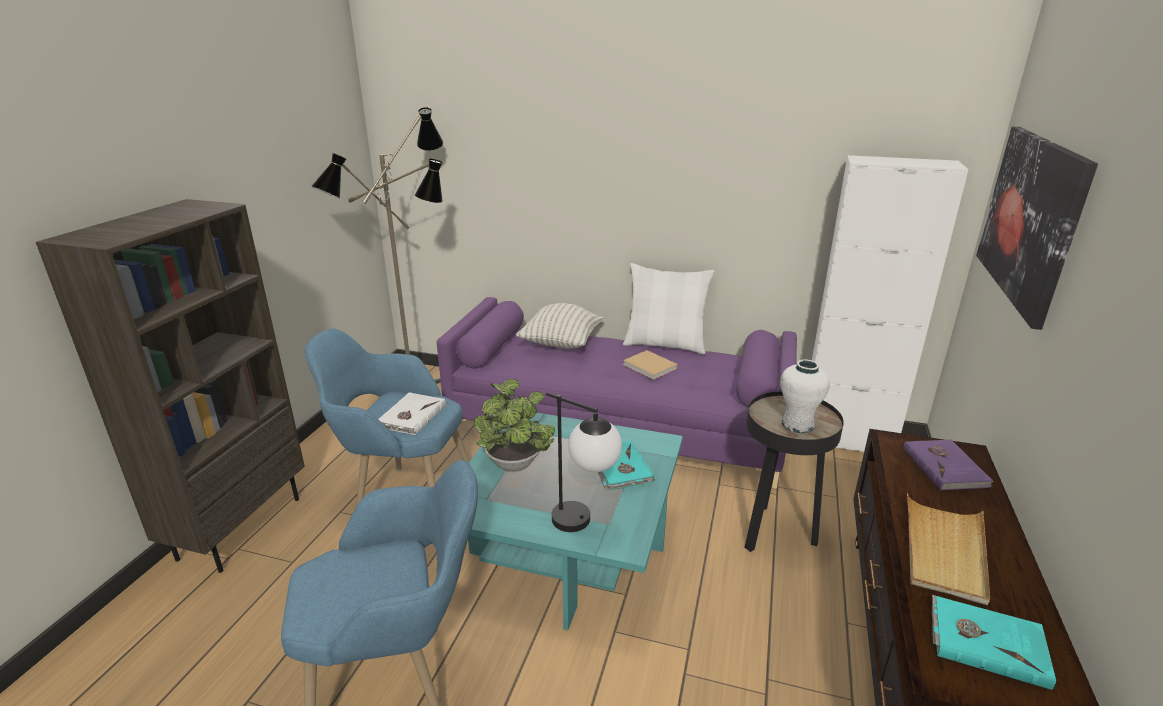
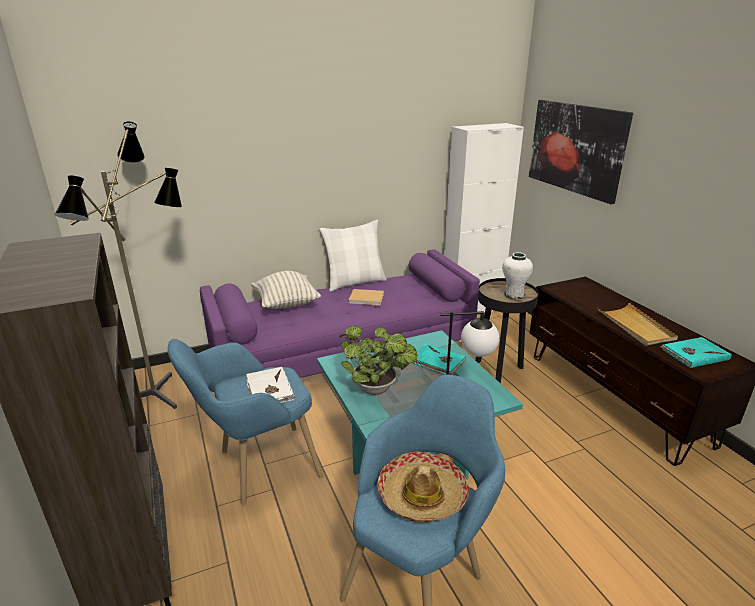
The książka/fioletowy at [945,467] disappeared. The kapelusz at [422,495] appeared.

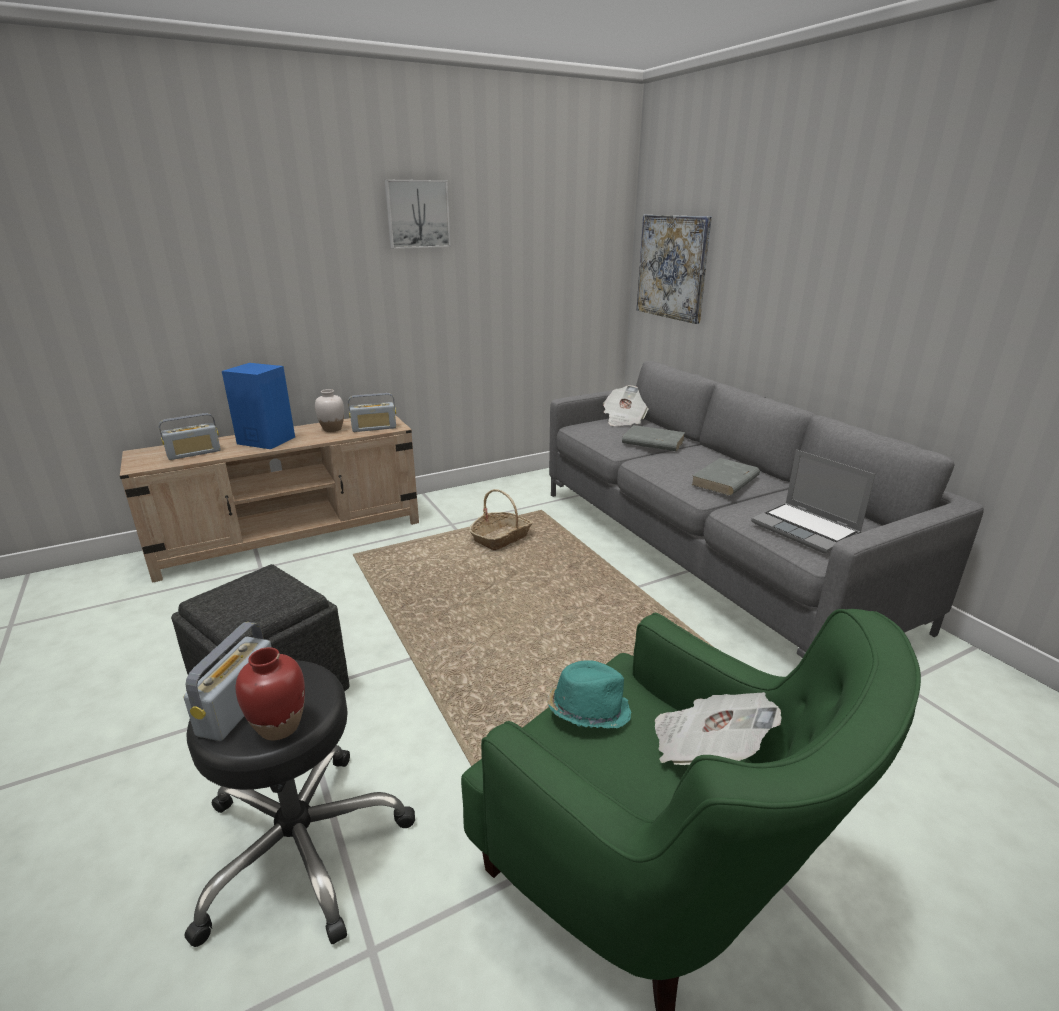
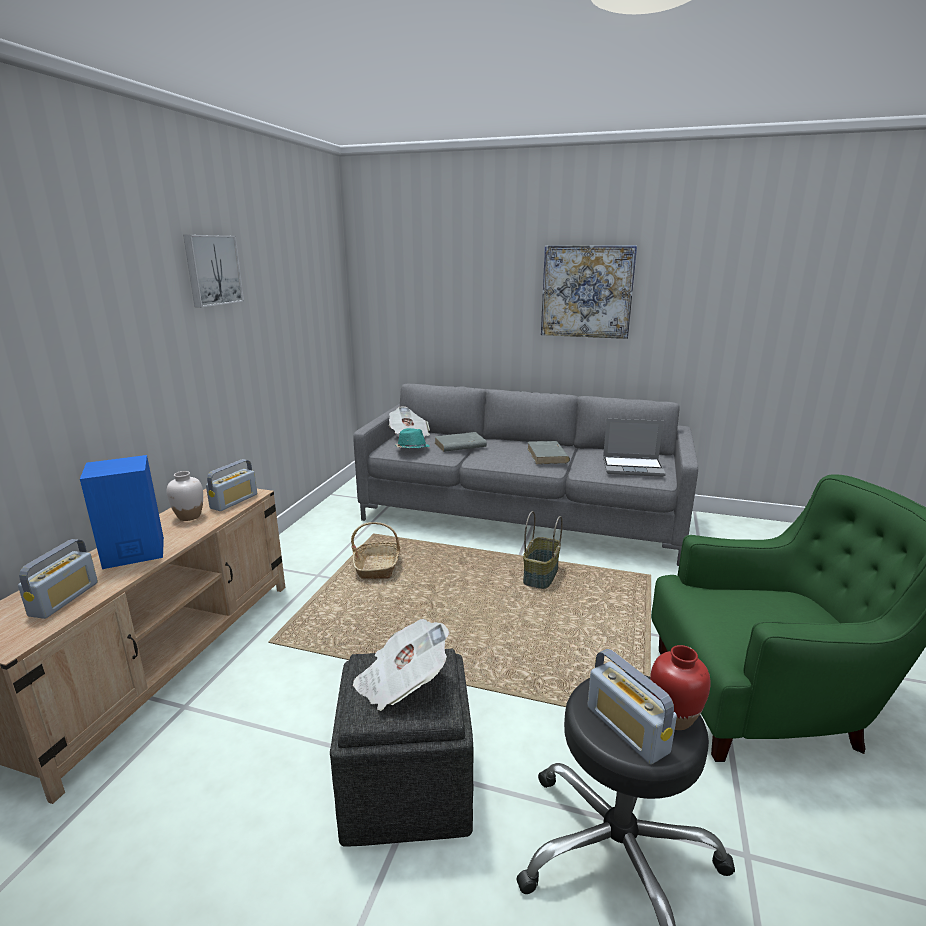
The obraz moved from [673,267] to [587,292]. The kapelusz/turkusowy moved from [588,710] to [412,449]. The gazeta moved from [706,748] to [401,683]. The koszyk at [541,576] appeared.

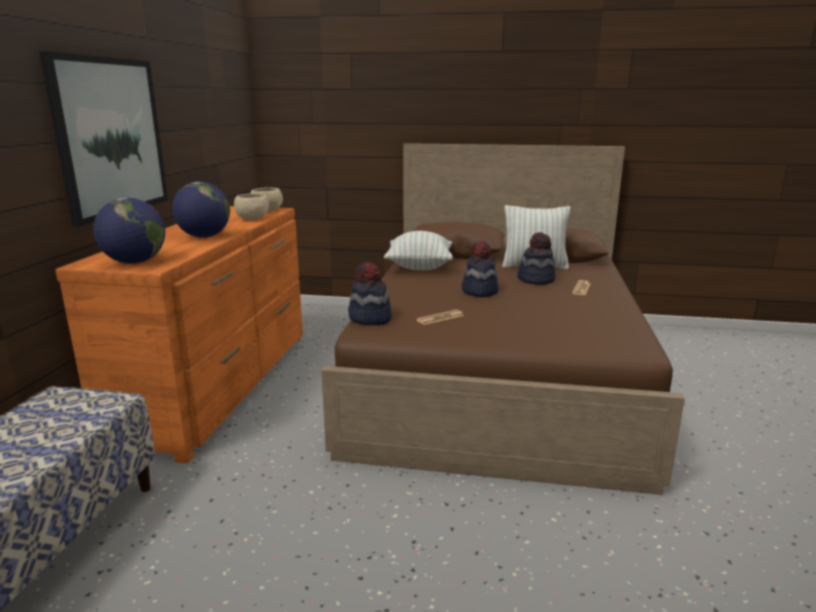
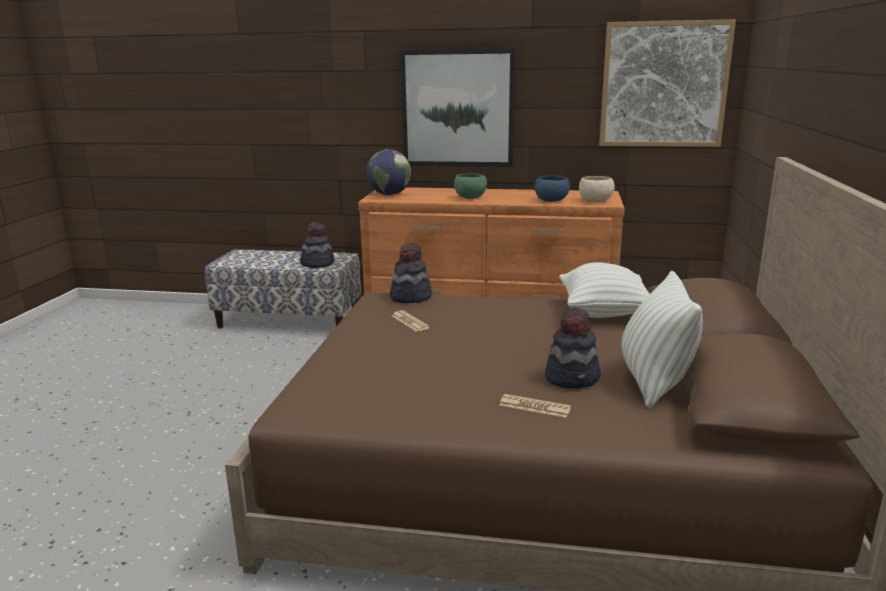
The globus at [204,236] was replaced by the miska/zielony at [470,198]. The miska/beżowy at [252,219] became the miska/niebieski at [551,201]. The kapelusz moved from [479,291] to [317,263]. The obraz at [664,85] appeared.

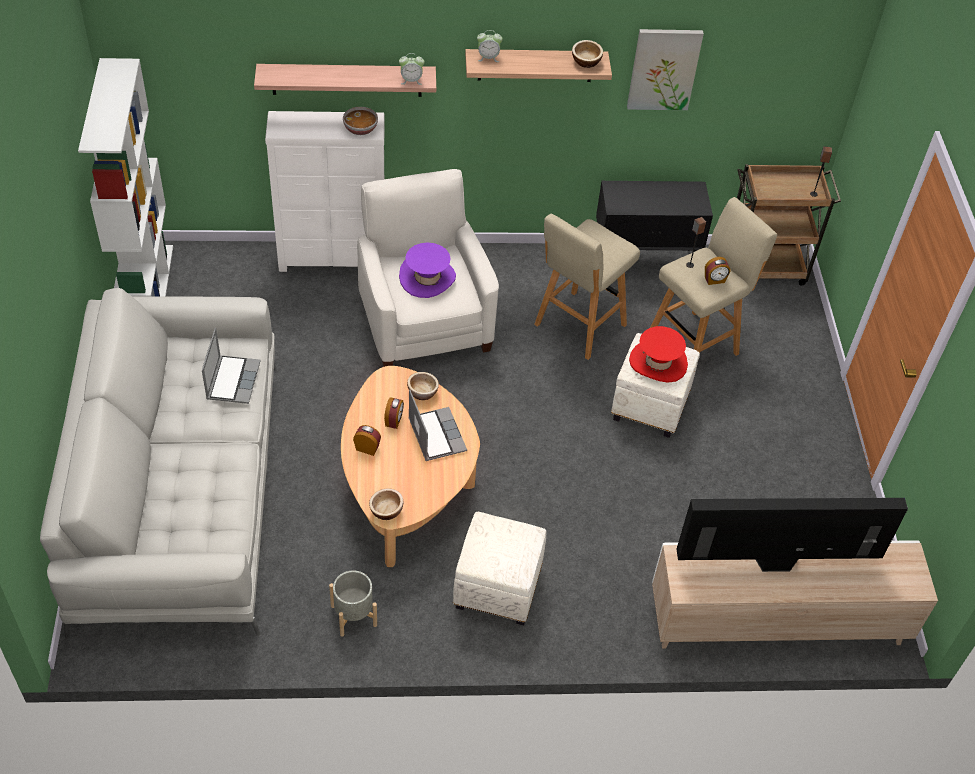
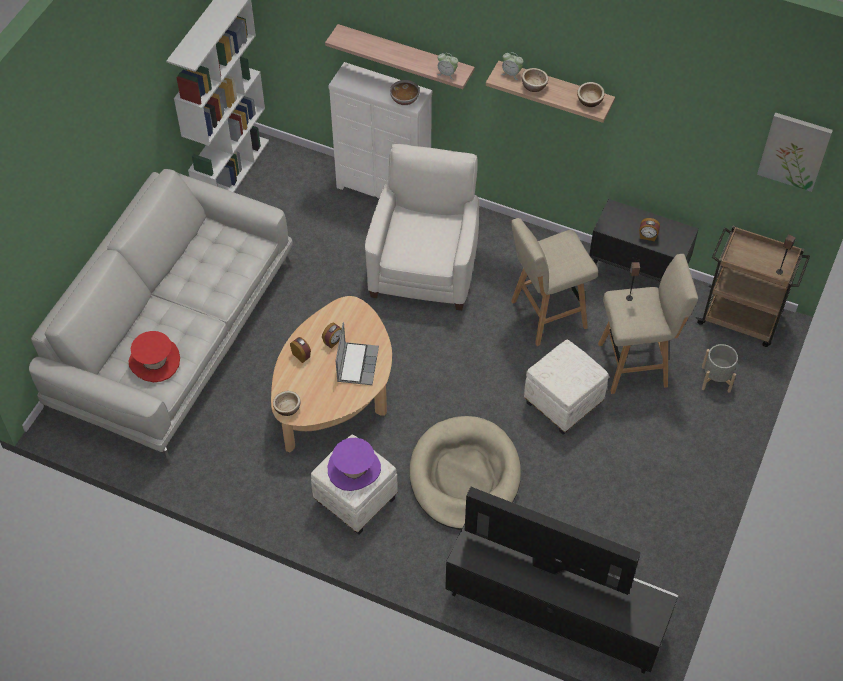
The obraz moved from [663,69] to [794,151]. The kapelusz/fioletowy moved from [427,278] to [354,469]. The budzik moved from [714,280] to [647,236]. The kapelusz/czerwony moved from [658,362] to [154,361]. The laptop at [232,380] disappeared. The miska moved from [422,392] to [534,86]. The szafka pod telewizor/beżowy at [776,621] became the szafka pod telewizor/czarny at [555,613]. The donica/szary moved from [353,615] to [716,379]. The legowisko/beżowy at [465,476] appeared.

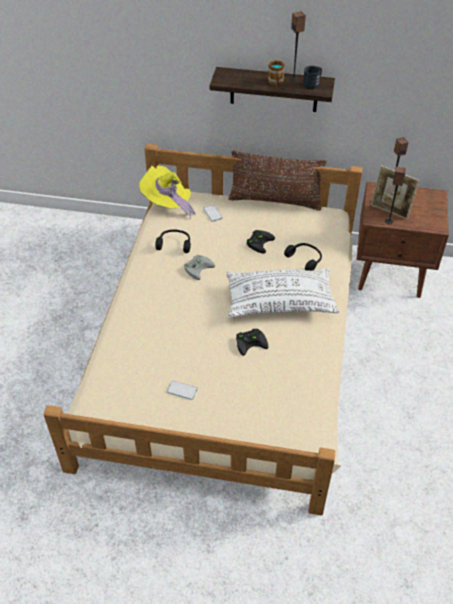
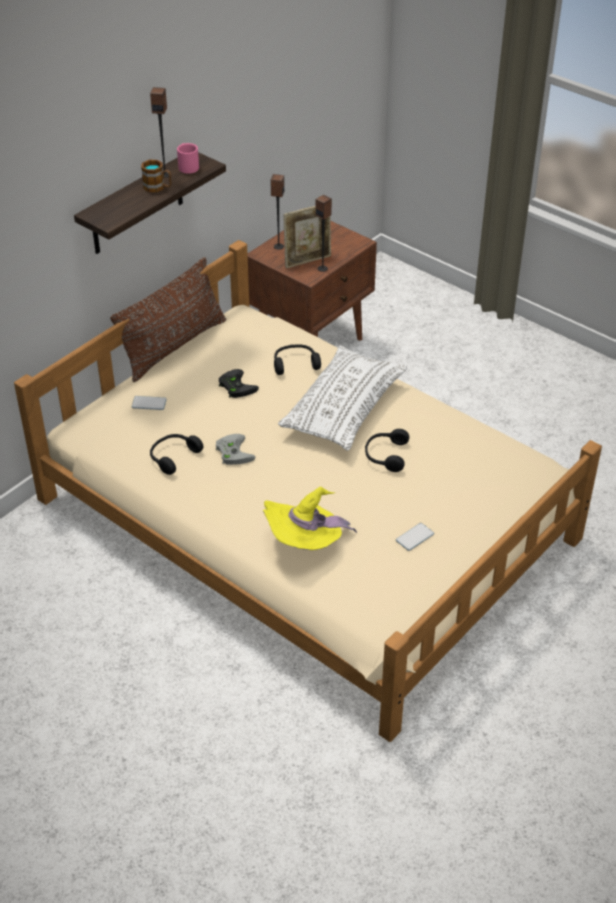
The kubek/czarny at [313,83] became the kubek/różowy at [187,165]. The kapelusz/żółty moved from [167,204] to [305,543]. The pad do gier/czarny at [251,342] was replaced by the słuchawki/czarny at [385,455].

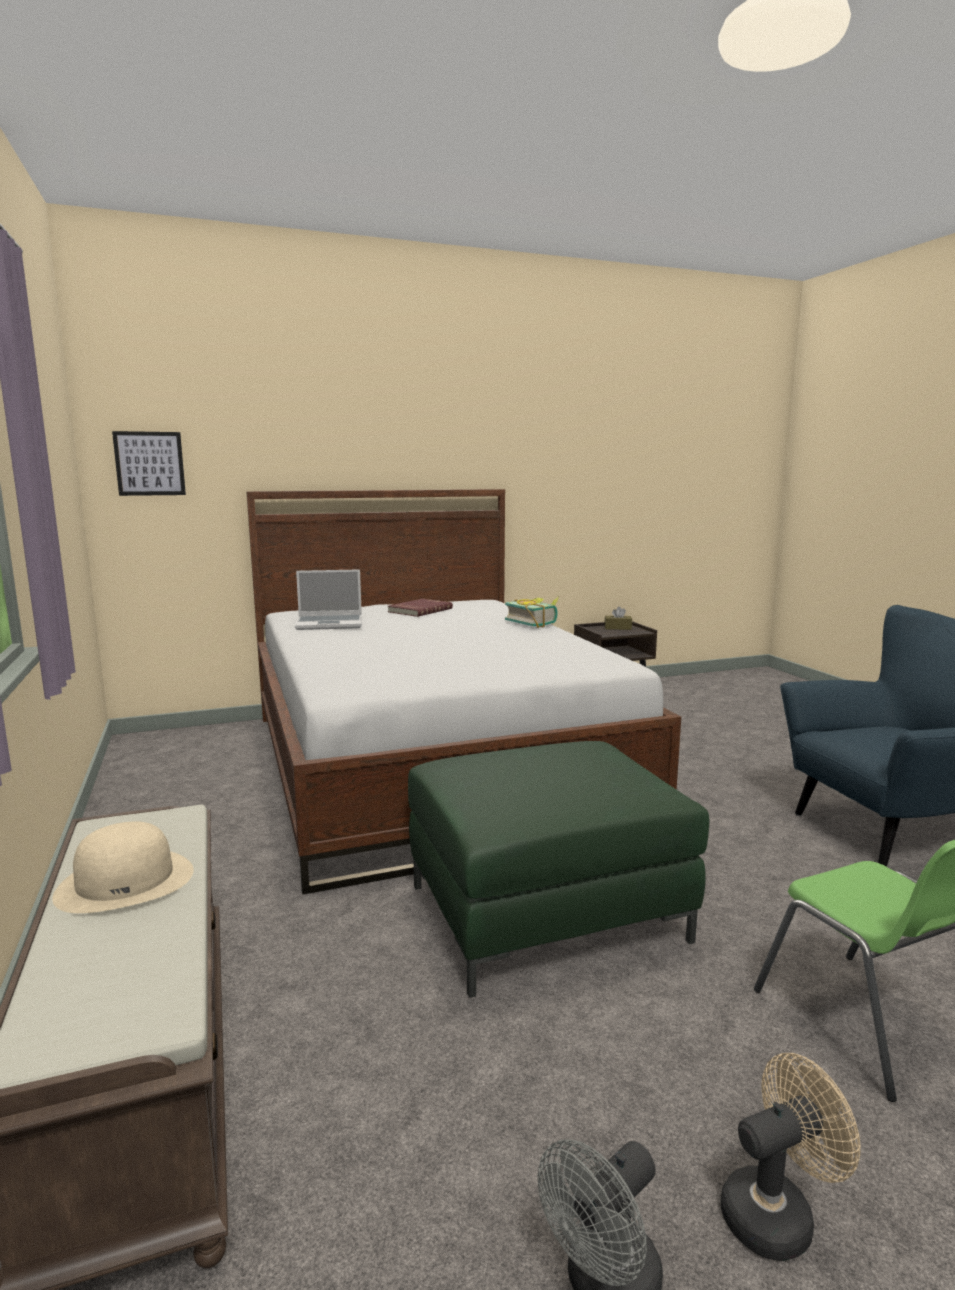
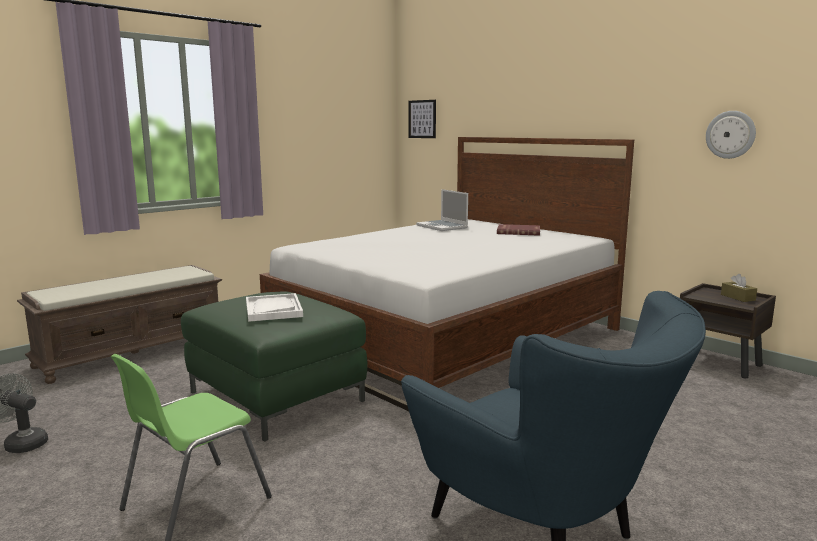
The książka at [534,623] disappeared. The kapelusz/beżowy at [126,882] disappeared. The wentylator/beżowy at [777,1212] disappeared. The zegar ścienny at [730,134] appeared. The taca/biały at [273,309] appeared.

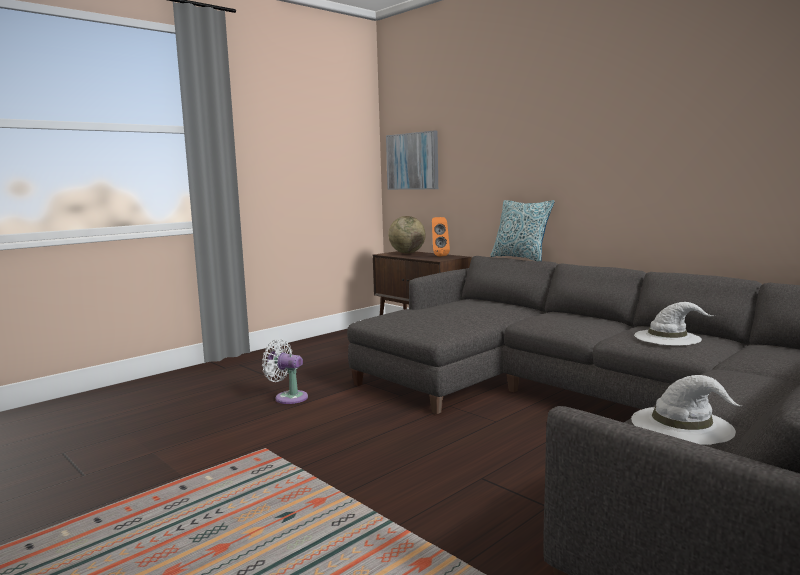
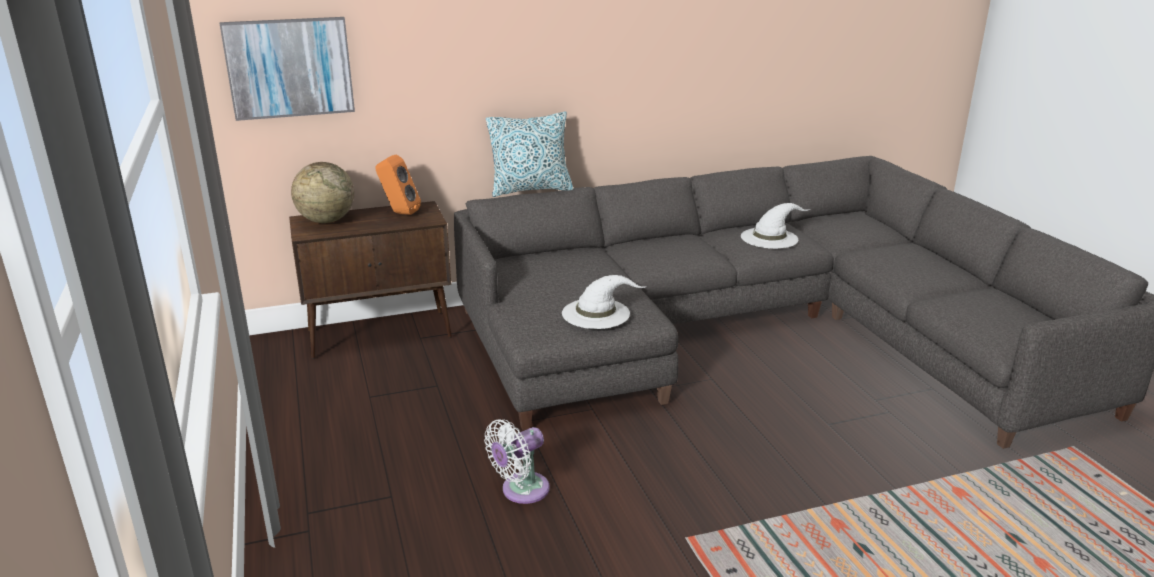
The kapelusz/biały moved from [683,425] to [597,313].

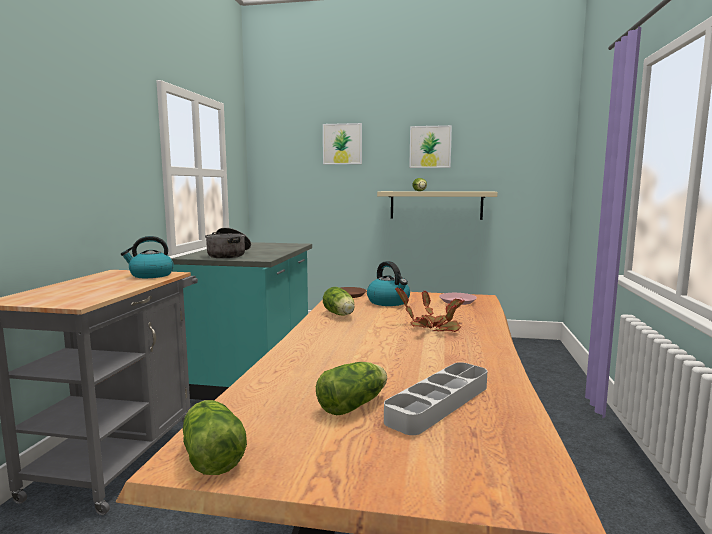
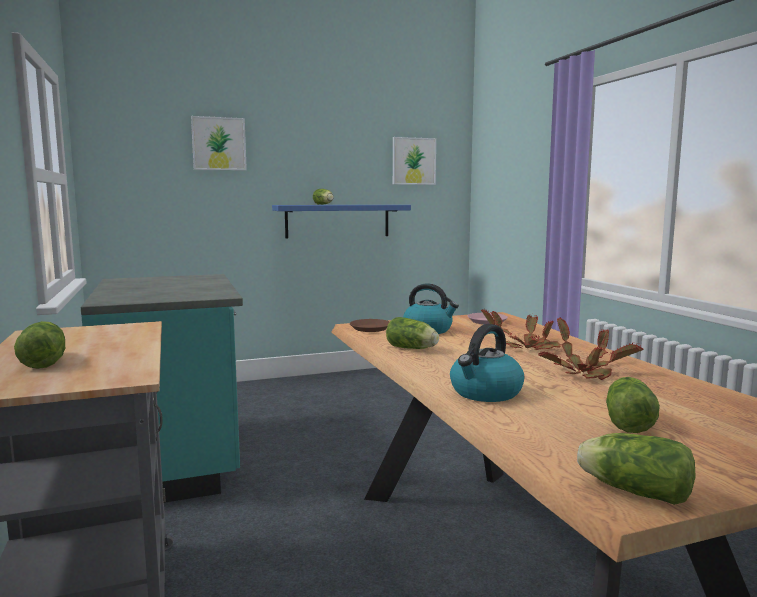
The obraz moved from [430,147] to [413,161]. The półka/beżowy at [436,205] became the półka/niebieski at [338,221]. The garnek at [229,254] disappeared. The czajnik moved from [151,275] to [485,393]. The taca/szary at [439,403] disappeared. The roślina doniczkowa at [584,372] appeared. The sałata at [44,361] appeared.

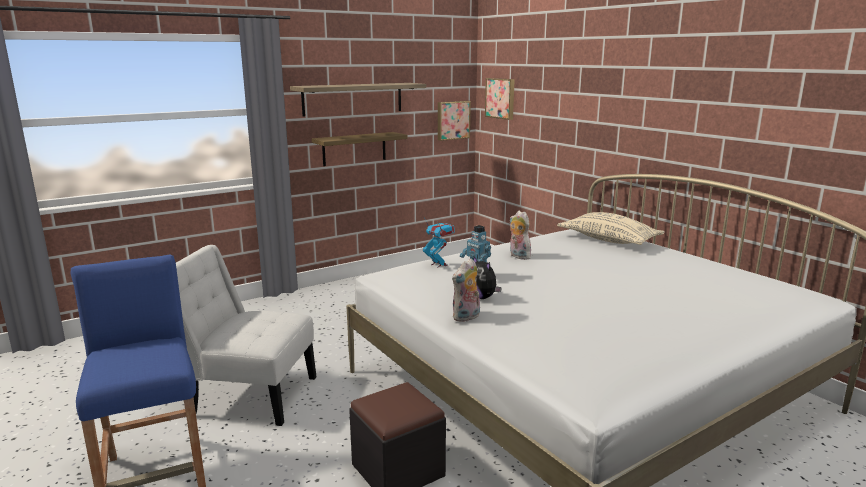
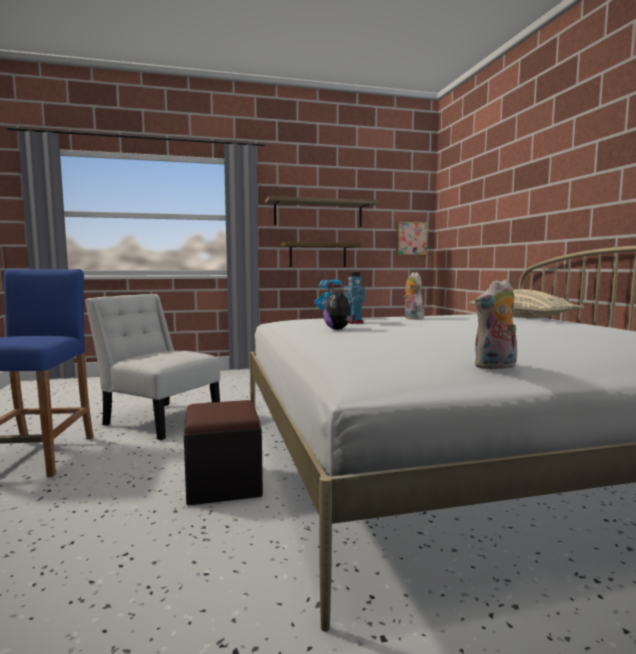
The obraz at [501,98] disappeared. The pluszak moved from [466,317] to [495,367].

